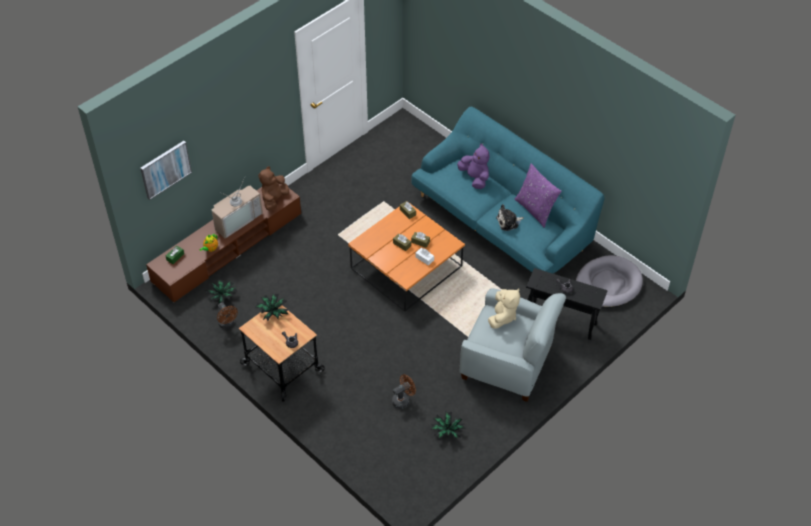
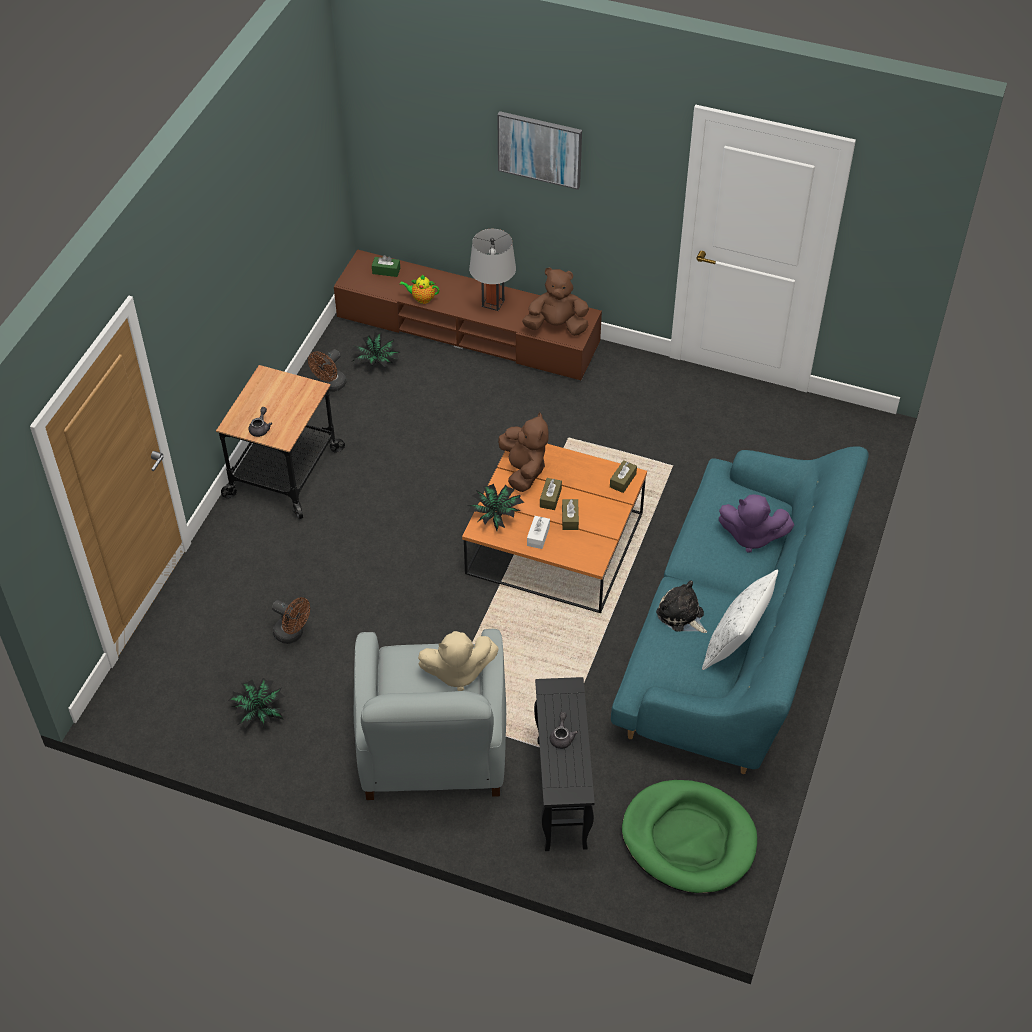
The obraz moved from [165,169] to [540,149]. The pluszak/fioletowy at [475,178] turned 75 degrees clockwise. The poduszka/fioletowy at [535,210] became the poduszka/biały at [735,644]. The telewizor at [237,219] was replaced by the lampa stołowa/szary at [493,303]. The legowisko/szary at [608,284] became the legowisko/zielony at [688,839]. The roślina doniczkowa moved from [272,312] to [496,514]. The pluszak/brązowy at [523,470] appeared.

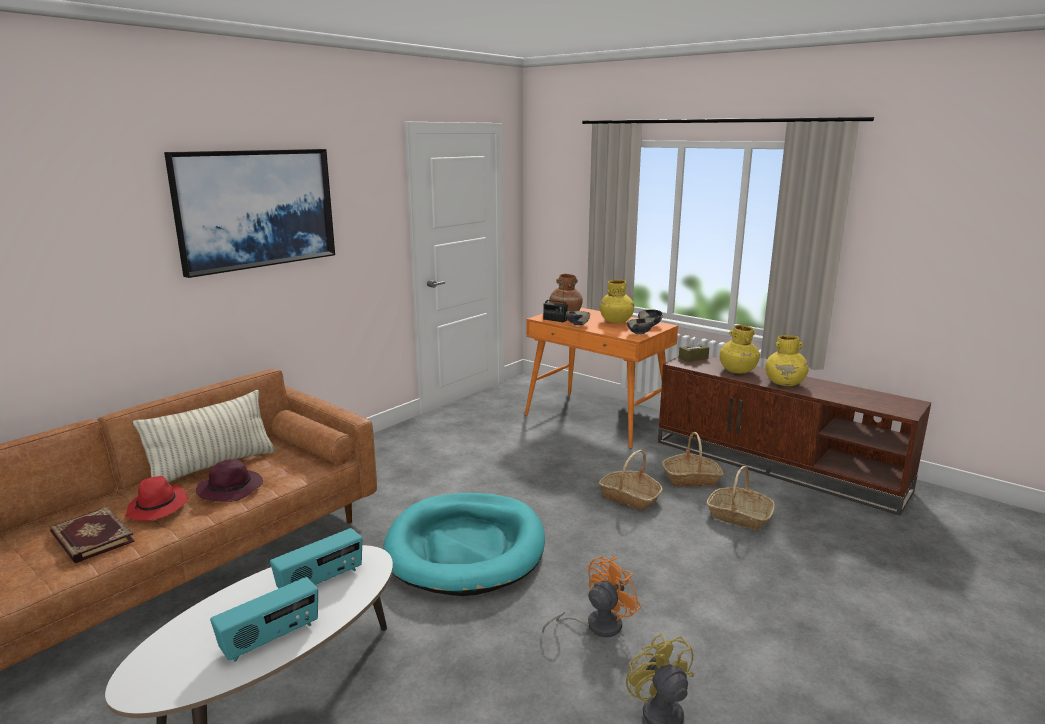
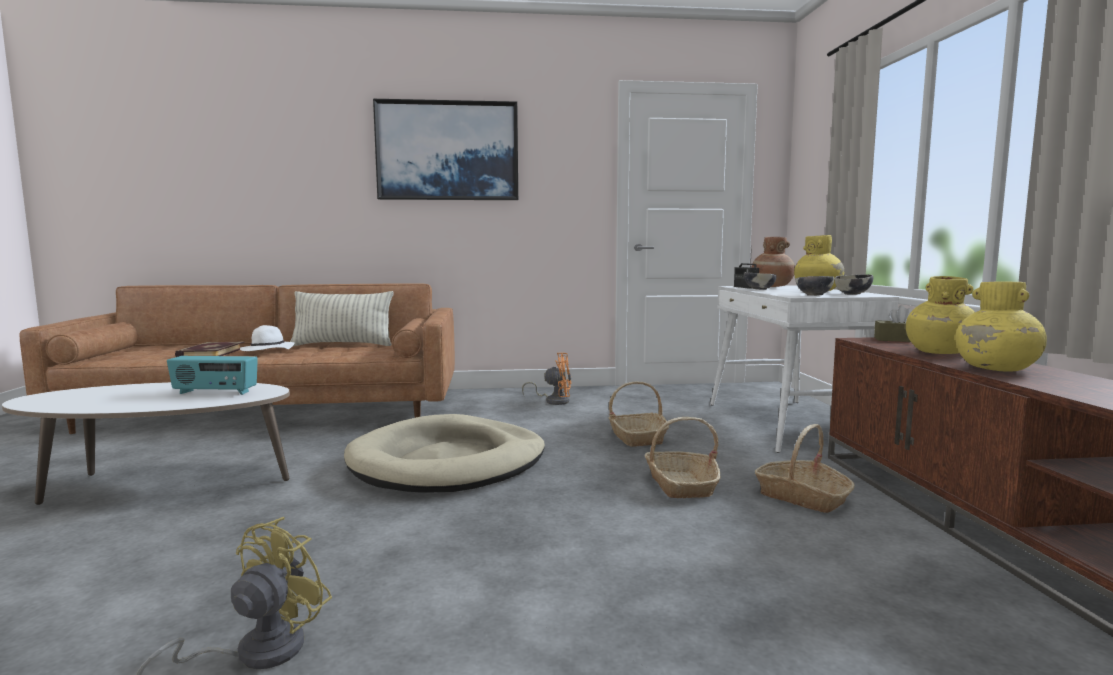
The biurko/pomarańczowy at [598,419] became the biurko/biały at [790,424]. The kapelusz/fioletowy at [231,489] disappeared. The koszyk moved from [739,516] to [637,437]. The kapelusz/czerwony at [158,508] became the kapelusz/biały at [267,350]. The legowisko/turkusowy at [465,548] became the legowisko/beżowy at [449,462]. The wentylator/pomarańczowy moved from [596,625] to [554,401]. The radio at [271,639] disappeared.

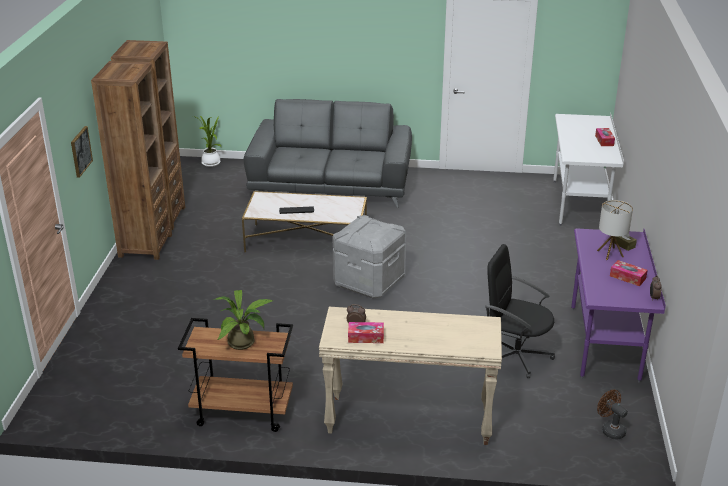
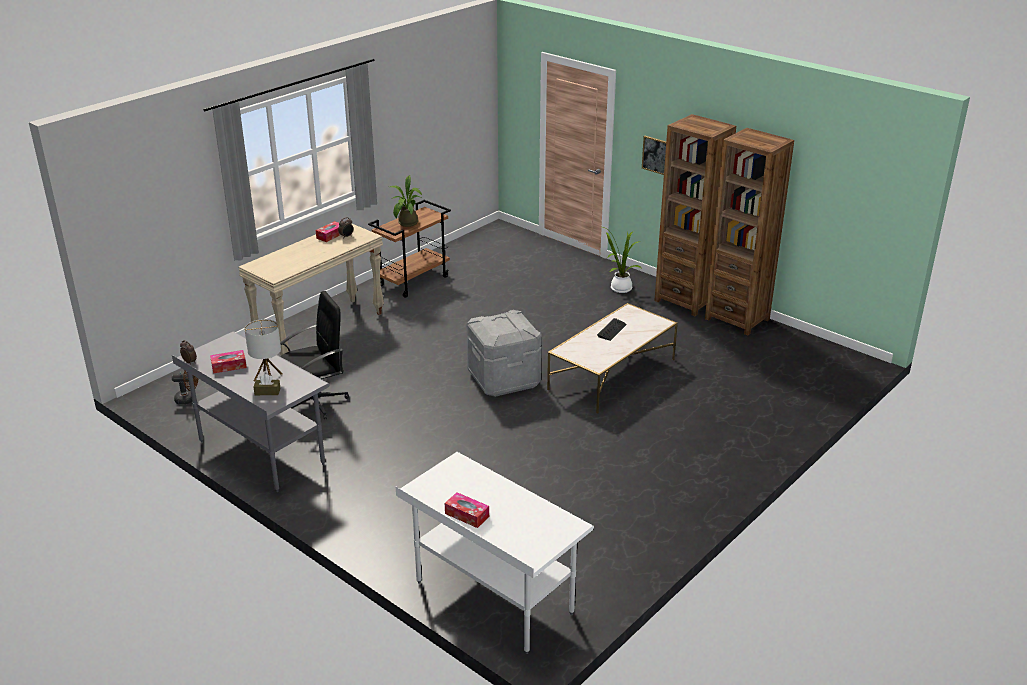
The kanapa/szary at [331,184] disappeared. The roślina doniczkowa moved from [211,164] to [619,288]. The biurko/fioletowy at [604,343] became the biurko/szary at [261,453].

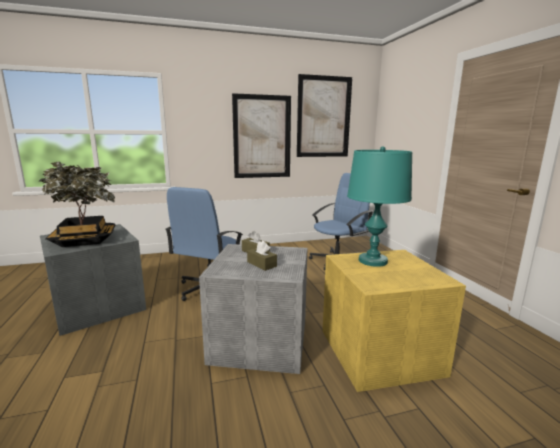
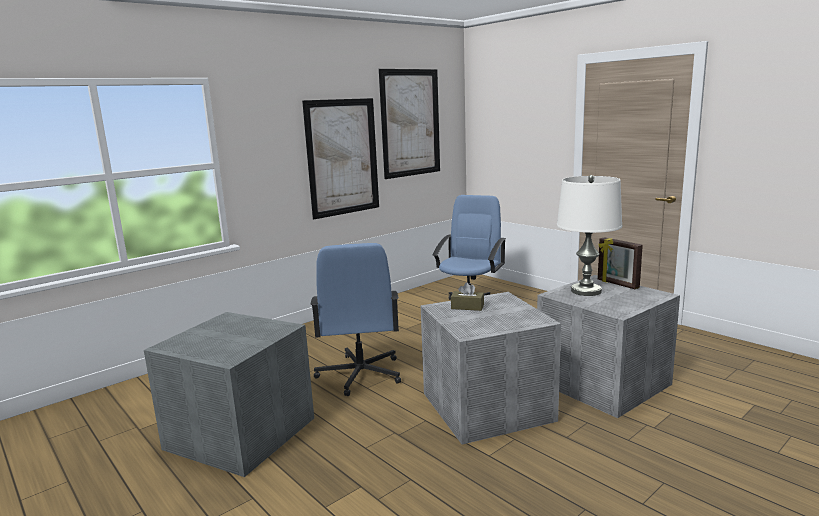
The lampa stołowa/turkusowy at [372,261] became the lampa stołowa/biały at [586,291]. The roślina doniczkowa at [84,240] disappeared. The pudełko chusteczek/brązowy at [261,264] disappeared. The pojemnik do przechowywania/żółty at [381,352] became the pojemnik do przechowywania/szary at [605,383]. The ramka na zdjęcie at [617,284] appeared.

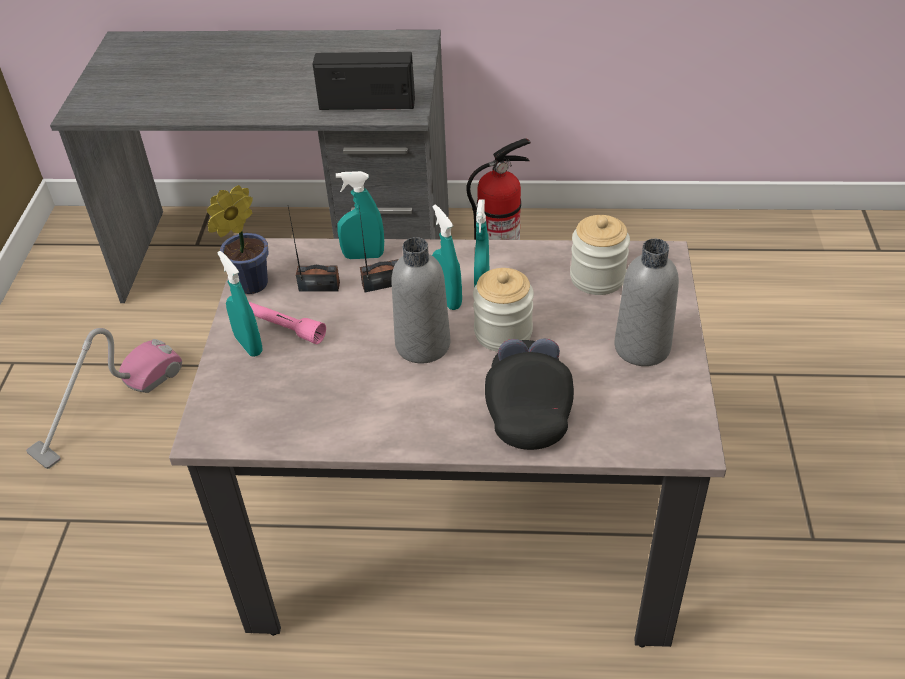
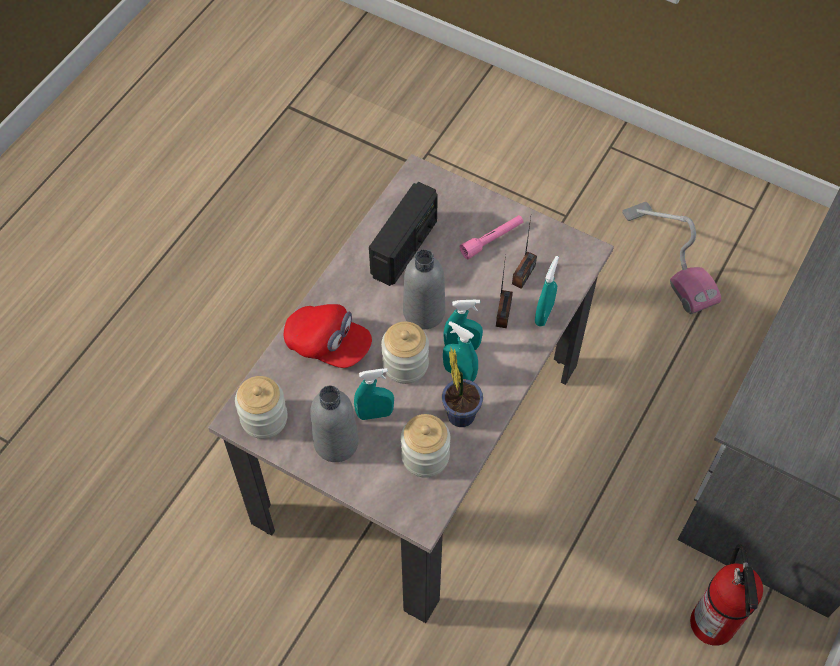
The radio moved from [367,103] to [405,248]. The roślina doniczkowa moved from [248,286] to [460,412]. The spryskiwacz/turkusowy moved from [248,345] to [375,414]. The czapka z daszkiem/czarny at [528,408] became the czapka z daszkiem/czerwony at [328,345]. The słoik at [264,418] appeared.

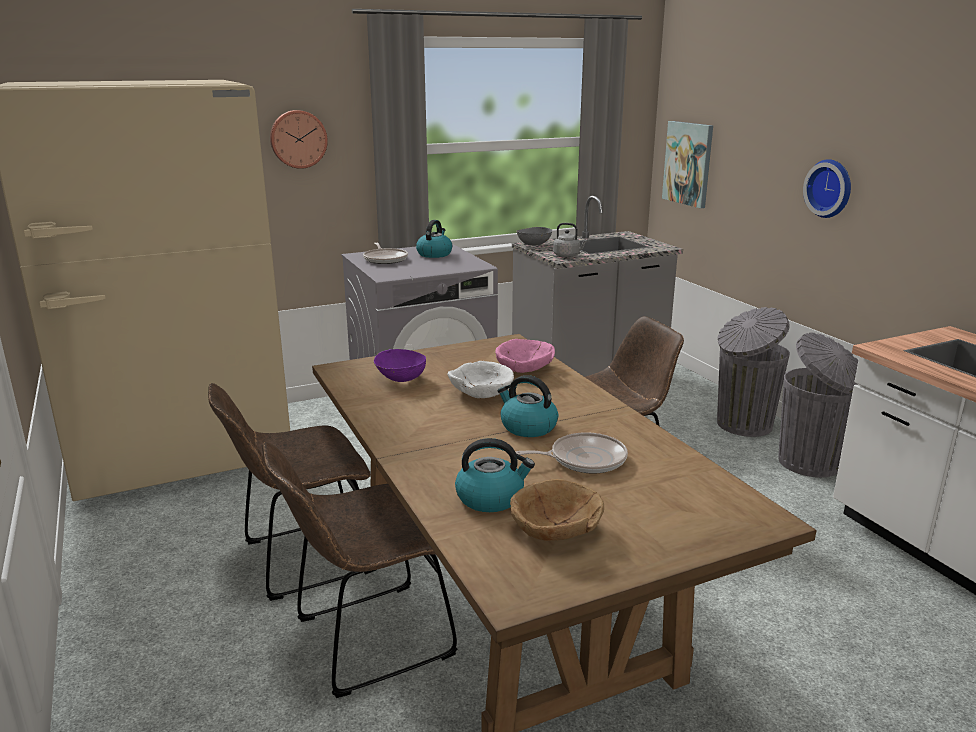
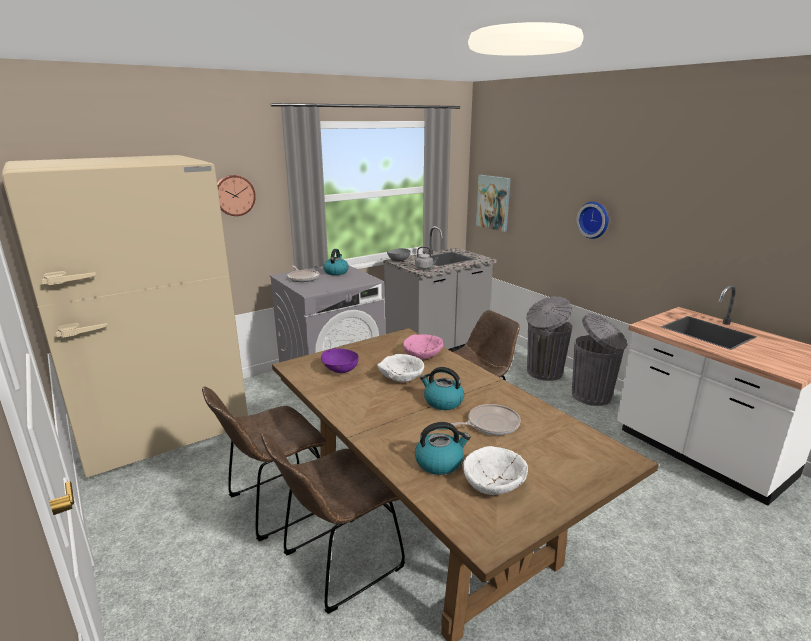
The miska/brązowy at [555,529] became the miska/biały at [493,483].

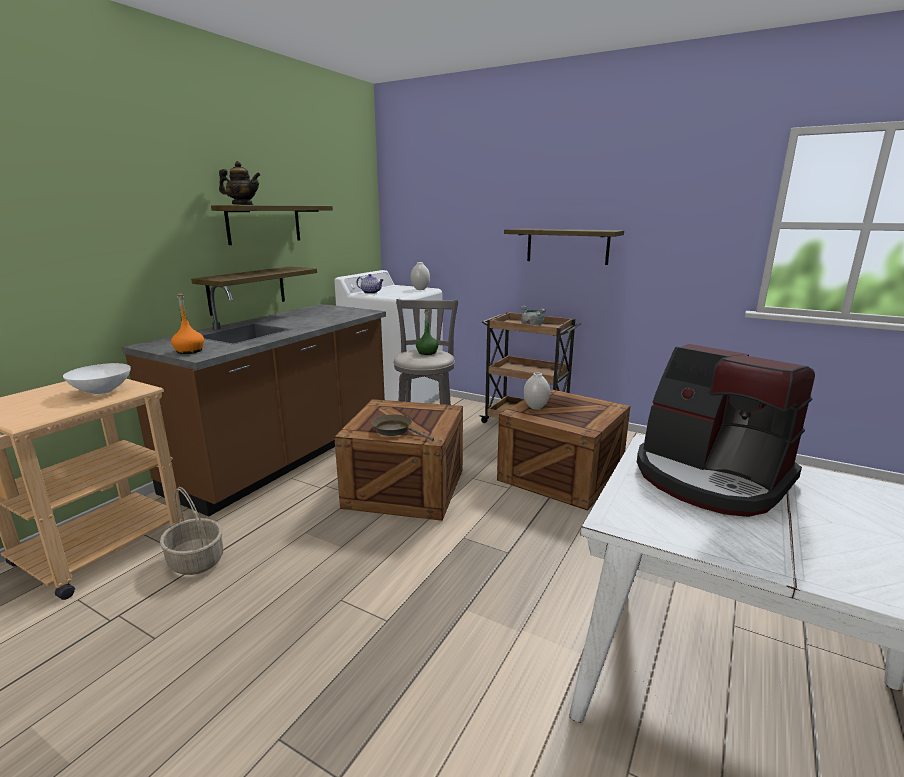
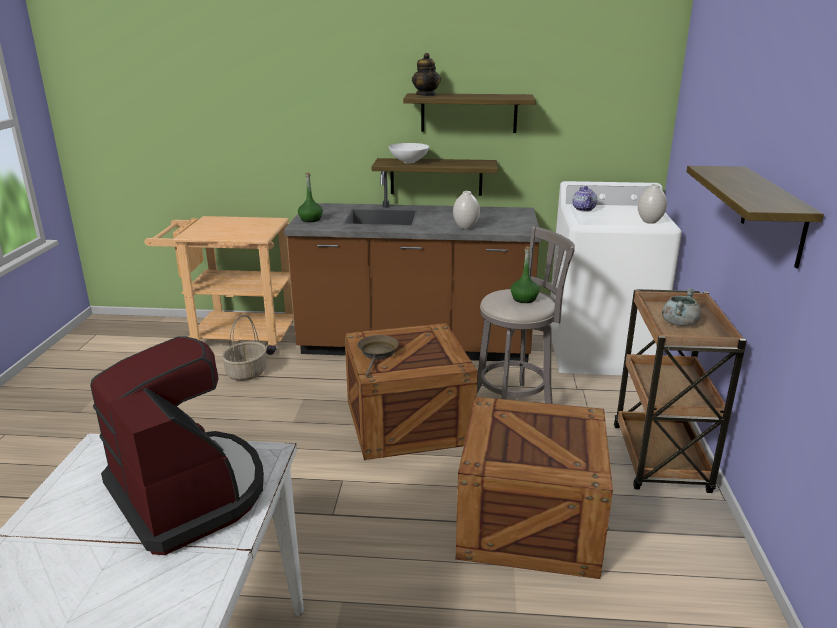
The butelka/pomarańczowy at [189,351] became the butelka/zielony at [311,219]. The ekspres do kawy at [710,478] turned 120 degrees clockwise. The miska/biały moved from [101,391] to [408,162]. The wazon/biały moved from [536,407] to [466,227].

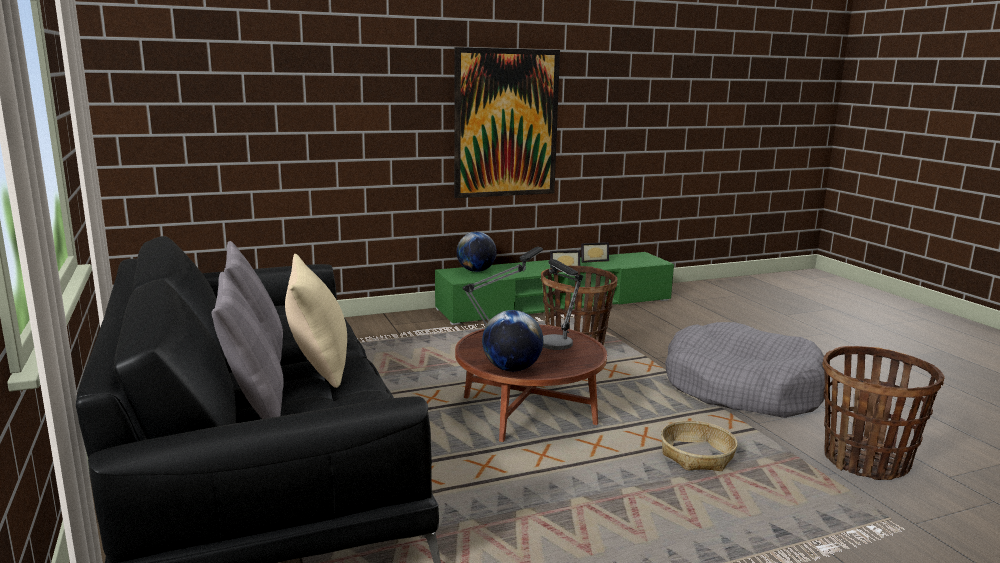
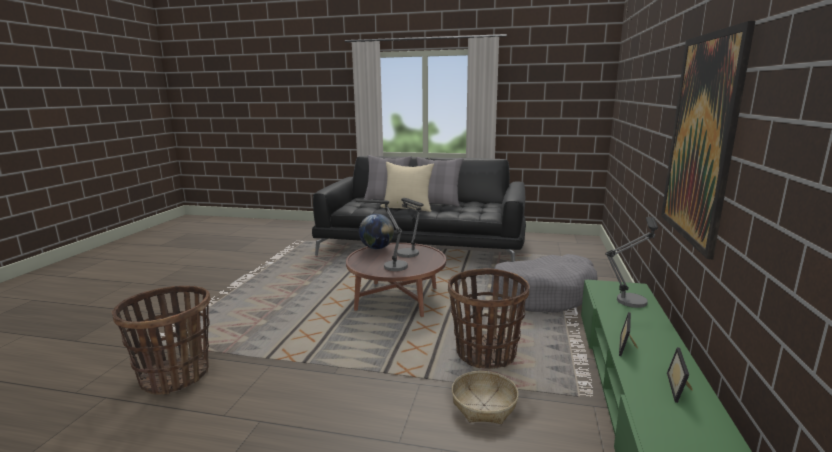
The globus at [476,271] was replaced by the lampa stołowa at [633,298]. The legowisko/szary moved from [741,388] to [543,294]. The koszyk moved from [696,456] to [484,405].

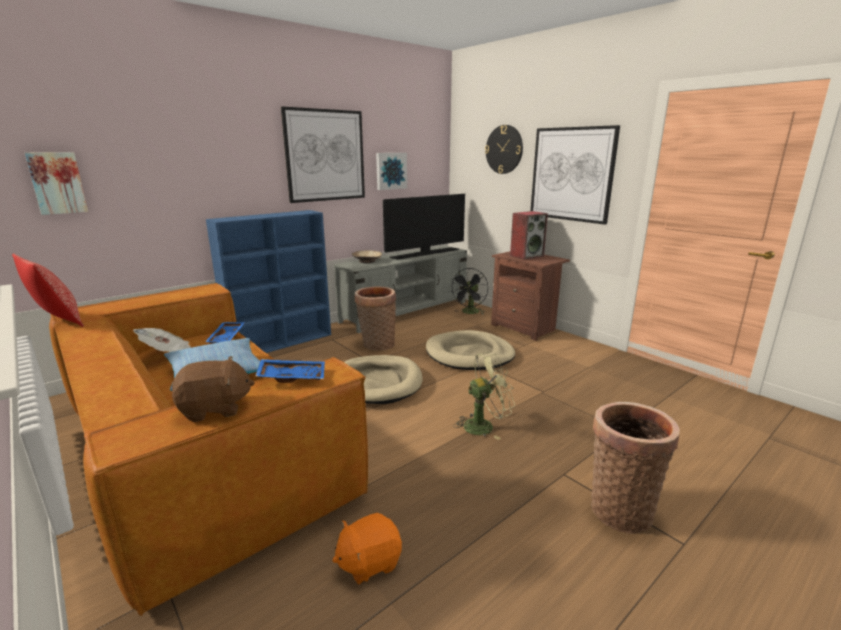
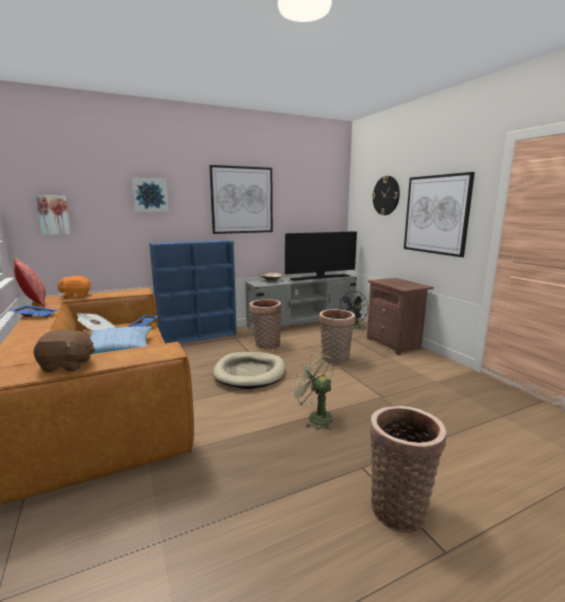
The obraz moved from [390,171] to [150,195]. The głośnik at [526,256] disappeared. The legowisko/beżowy at [469,354] was replaced by the koszyk at [335,360]. The wentylator/zielony at [484,425] turned 135 degrees counterclockwise. The taca/niebieski moved from [292,377] to [36,315]. The pluszak/pomarańczowy moved from [369,562] to [76,296].

